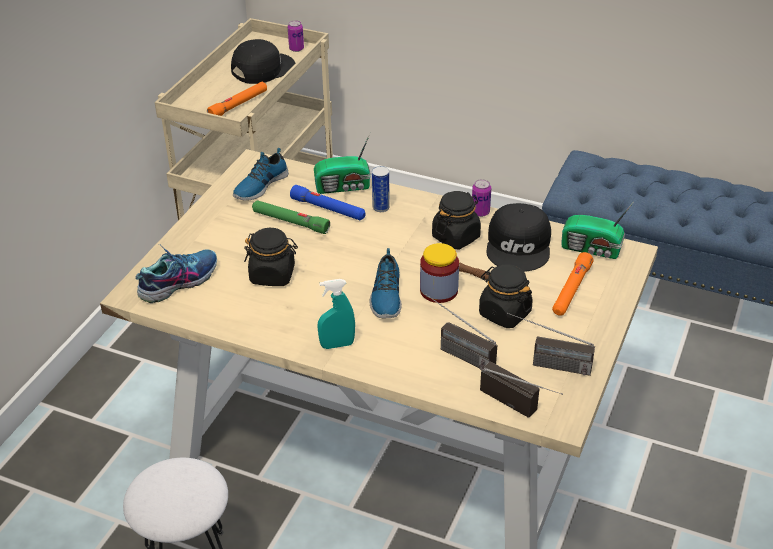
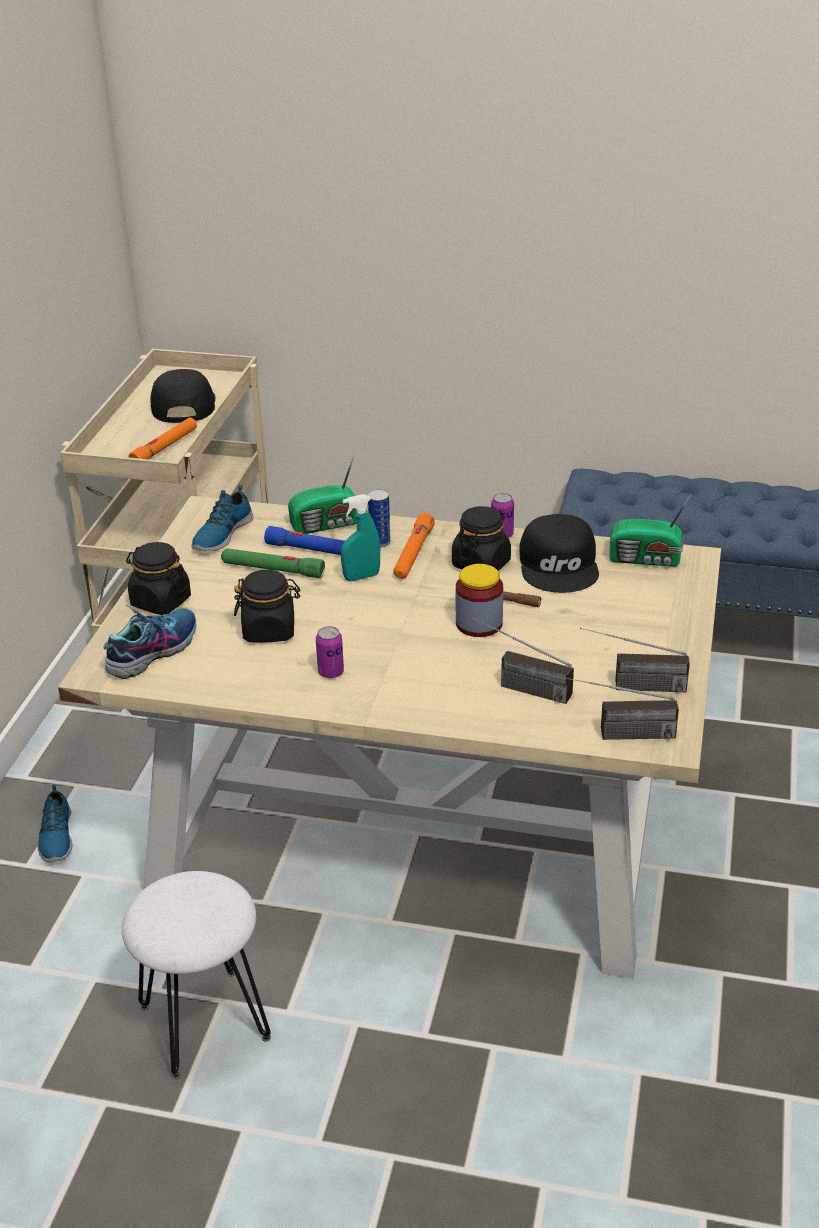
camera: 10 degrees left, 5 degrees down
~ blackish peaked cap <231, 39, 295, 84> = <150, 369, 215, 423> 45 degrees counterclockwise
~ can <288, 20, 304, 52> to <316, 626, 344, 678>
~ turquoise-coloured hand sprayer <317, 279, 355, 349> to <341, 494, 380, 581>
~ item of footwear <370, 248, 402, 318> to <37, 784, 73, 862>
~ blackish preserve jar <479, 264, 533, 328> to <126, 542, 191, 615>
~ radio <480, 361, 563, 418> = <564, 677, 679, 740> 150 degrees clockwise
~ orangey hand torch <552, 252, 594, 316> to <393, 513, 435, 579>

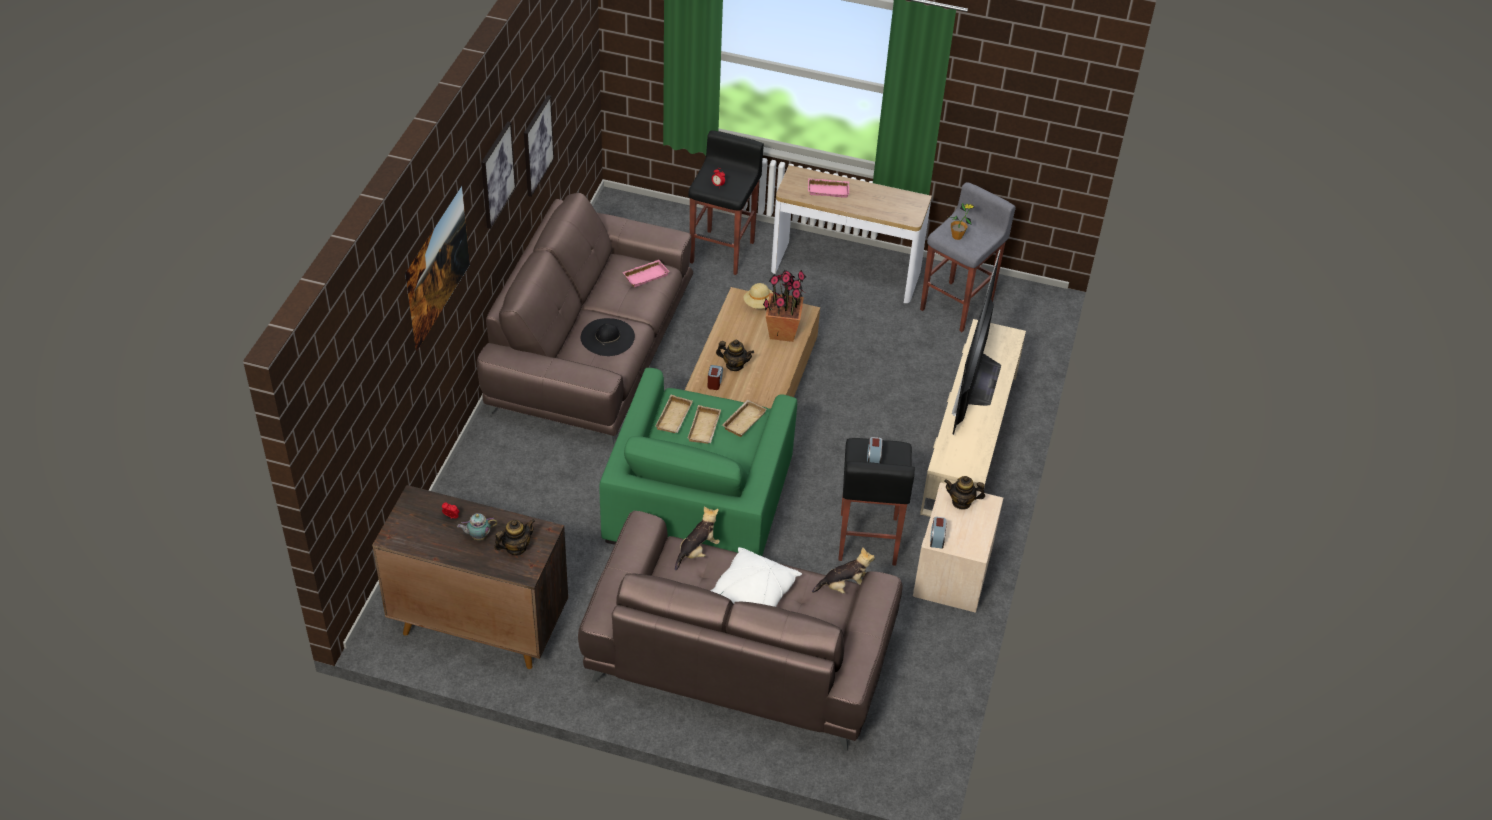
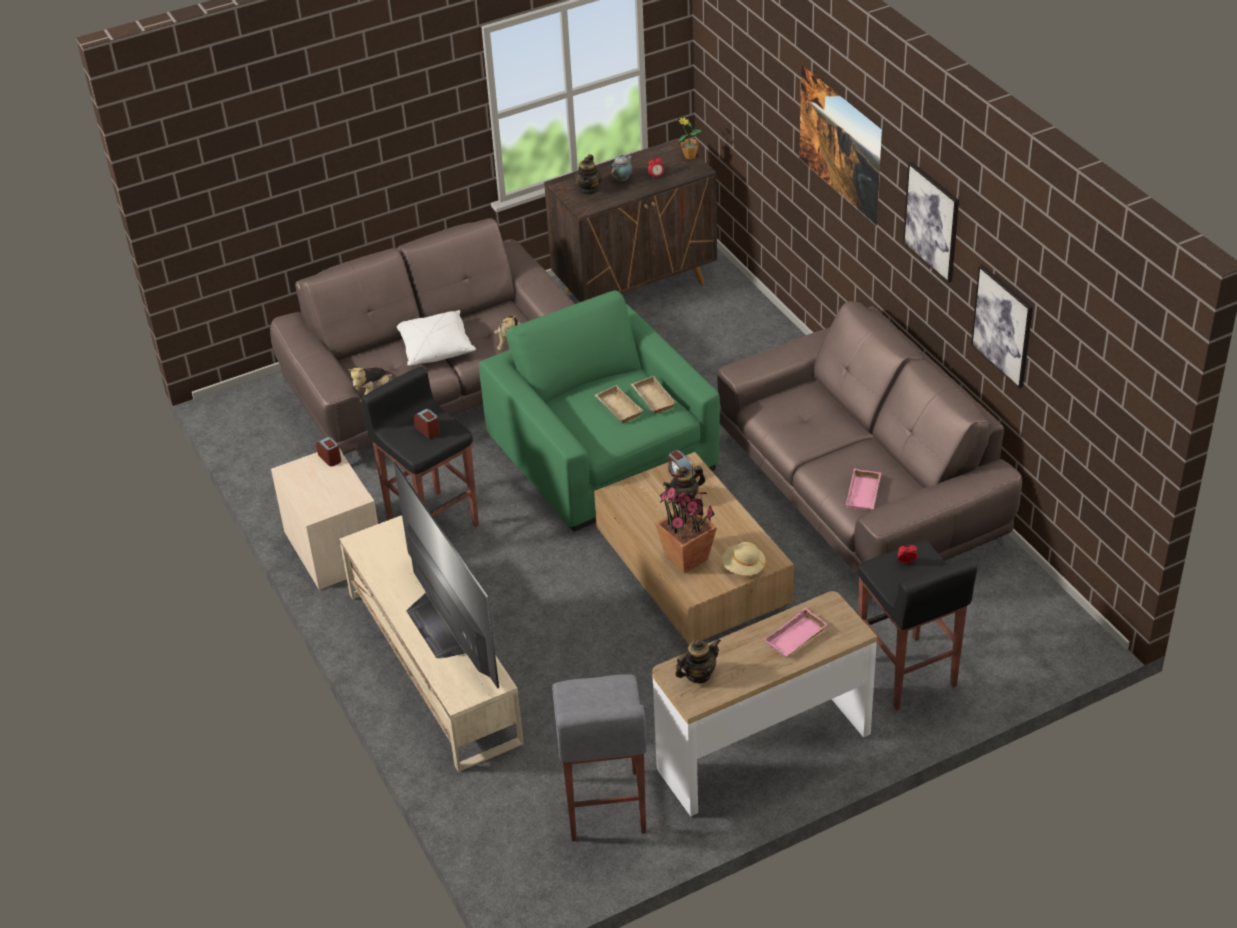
camera: 140 degrees right, 5 degrees down
- blackish clothing hat <581, 318, 635, 356>
- beige-coloured serving tray <722, 400, 767, 437>
~ tea pot <944, 476, 985, 510> to <675, 639, 721, 683>
~ potted plant <950, 203, 975, 240> to <678, 117, 701, 159>

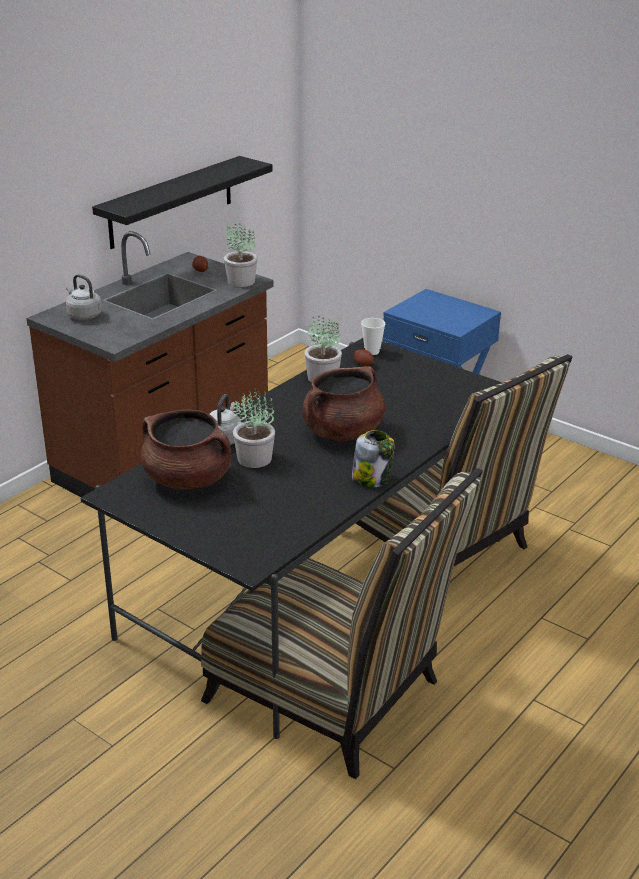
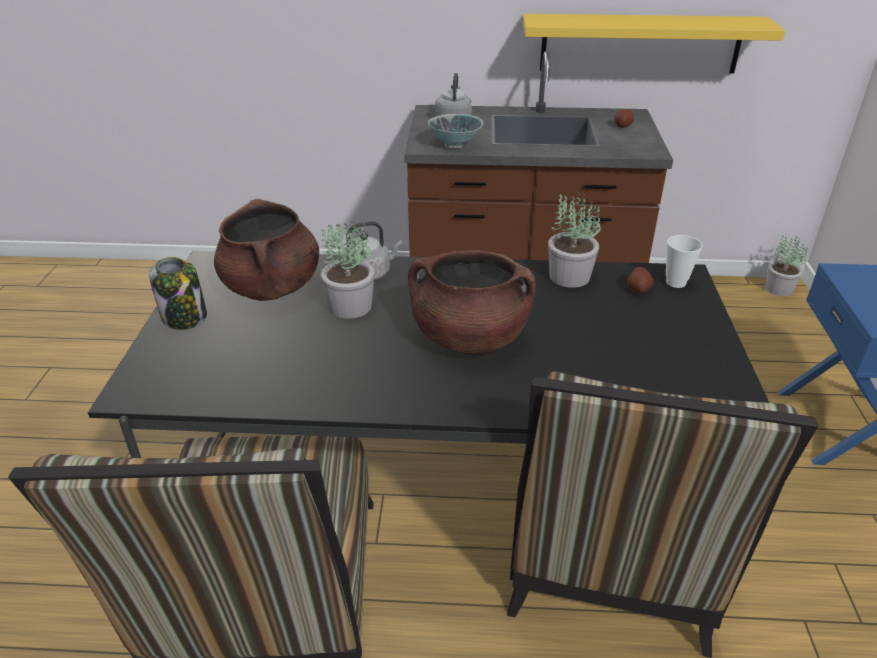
camera: 55 degrees right, 5 degrees up
~ blackish shelf <92, 156, 272, 249> to yellowish shelf <523, 14, 785, 74>
~ potted plant <224, 223, 258, 287> to <765, 235, 808, 296>
~ preserve jar <352, 430, 395, 487> to <149, 257, 207, 330>
+ serving bowl <428, 114, 483, 148>

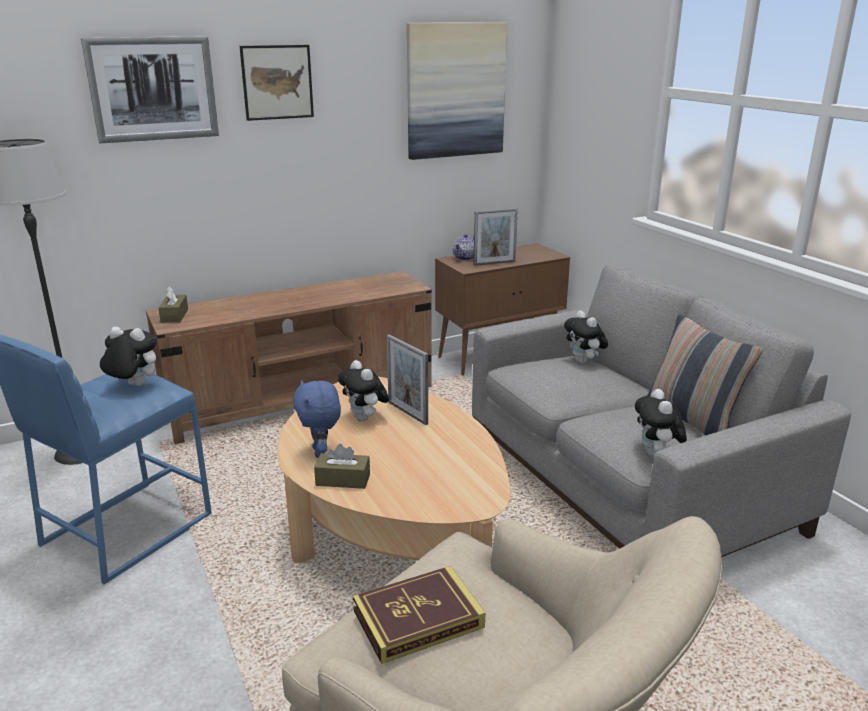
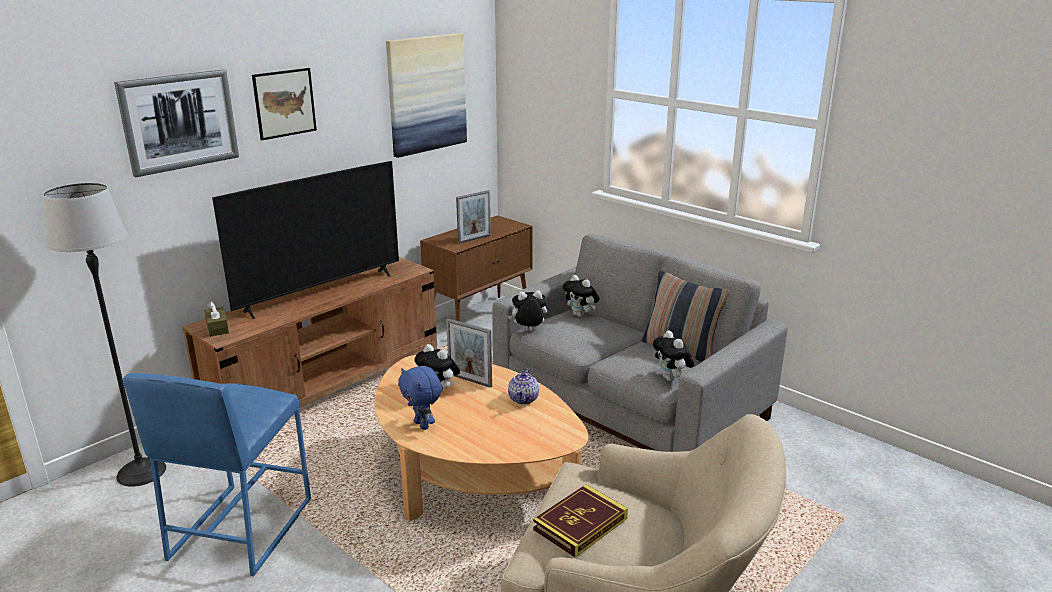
camera: 20 degrees left, 0 degrees up
~ plush toy <100, 327, 157, 386> to <508, 290, 547, 331>
- brownish box of tissues <314, 444, 370, 489>
~ tea pot <453, 234, 474, 261> to <508, 368, 539, 405>
+ television <212, 161, 399, 319>

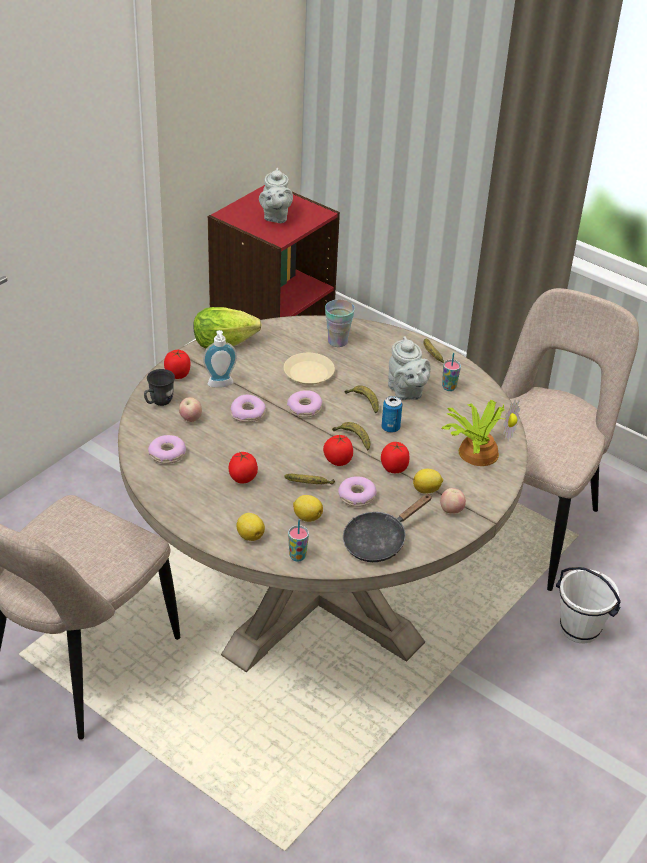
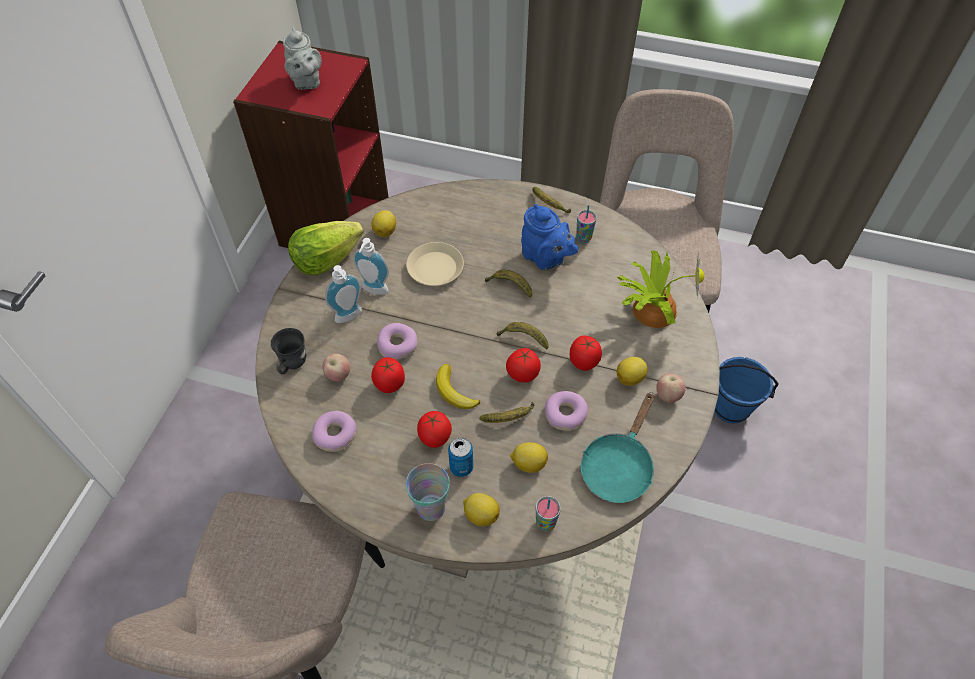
camera: 20 degrees left, 15 degrees up
~ whole tomato <164, 350, 191, 379> to <371, 357, 405, 393>
- doughnut <287, 390, 322, 418>
~ drinking cup <325, 299, 355, 347> to <406, 463, 450, 521>
~ blackish skillet <343, 494, 432, 562> to turquoise-coloured skillet <581, 392, 654, 503>
~ can <382, 396, 402, 433> to <448, 438, 473, 477>
~ grey tea pot <388, 336, 431, 400> to bluish tea pot <521, 204, 578, 271>
~ white-coloured bucket <556, 567, 621, 643> to bluish bucket <714, 357, 779, 424>
+ soap bottle <353, 238, 389, 295>
+ lemon <371, 210, 396, 237>
+ banana <436, 364, 480, 409>

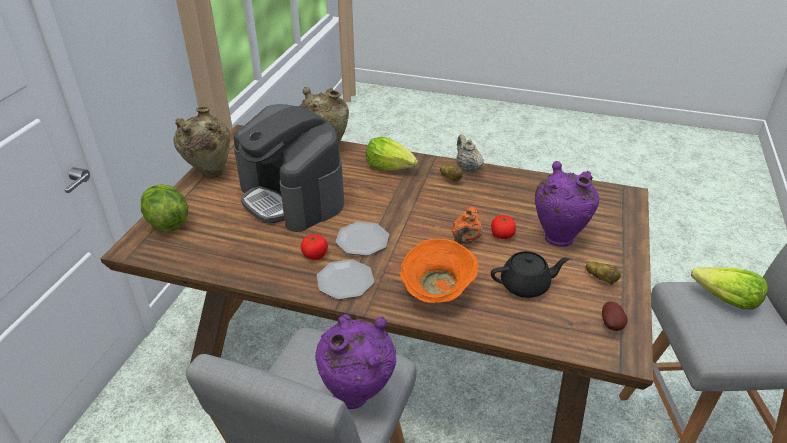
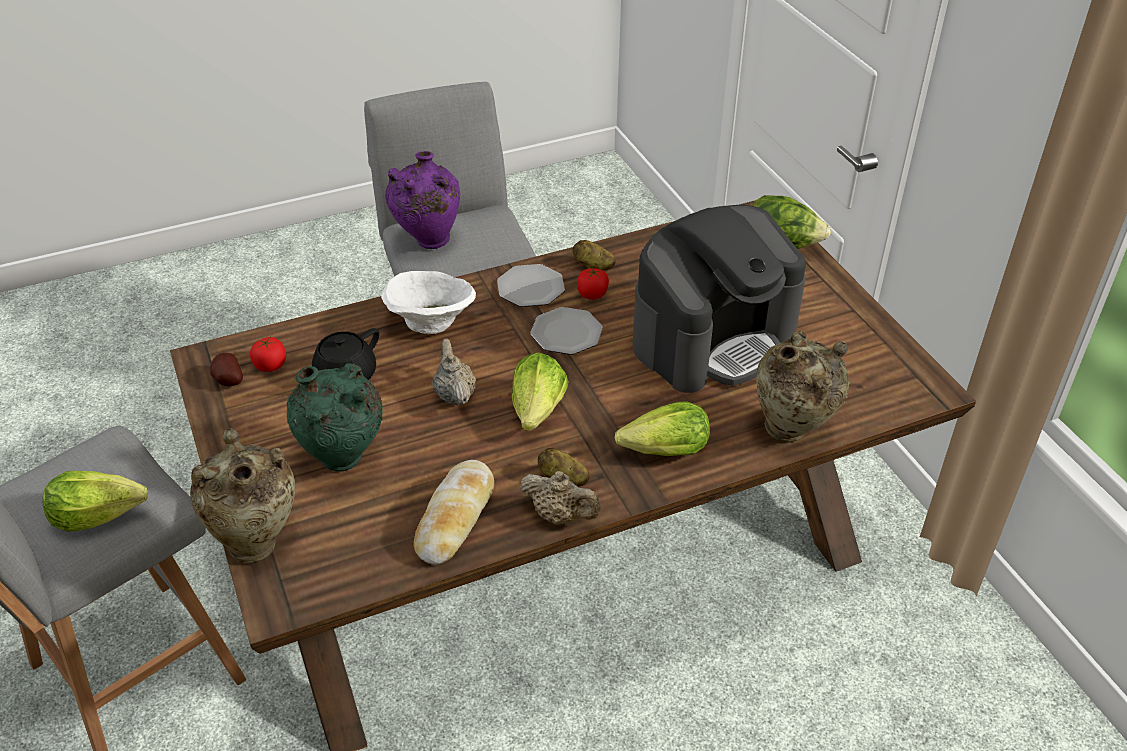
camera: 140 degrees right, 5 degrees up
~ beige-coloured flower vase <174, 107, 230, 179> to <190, 428, 295, 563>
~ coffee maker <233, 104, 344, 232> = <633, 205, 806, 393> 135 degrees clockwise
~ orangey serving bowl <400, 239, 478, 303> to white-coloured serving bowl <381, 271, 476, 334>
~ orangey tea pot <451, 207, 482, 244> to beige-coloured tea pot <432, 338, 476, 405>
~ whole tomato <491, 215, 516, 239> to <250, 337, 286, 372>
~ purple-coloured flower vase <535, 161, 599, 247> to greenish flower vase <287, 363, 383, 471>
~ potato <585, 262, 621, 285> to <573, 240, 616, 271>
+ bakery bread <414, 460, 494, 565>
+ lettuce <512, 352, 569, 431>

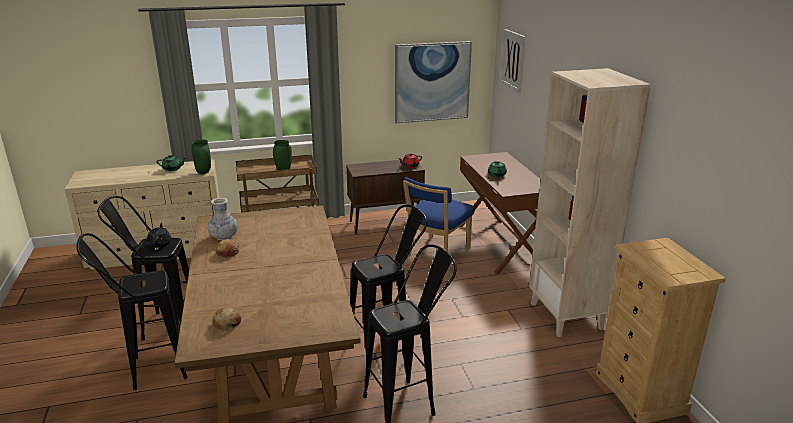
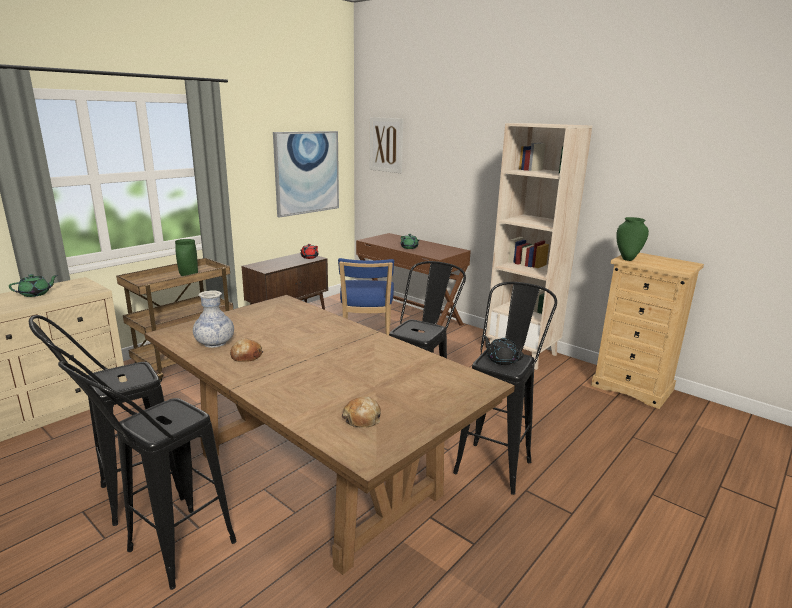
camera: 35 degrees left, 5 degrees down
~ blackish tea pot <147, 223, 171, 248> to <483, 335, 524, 365>
~ greenish flower vase <191, 140, 211, 174> to <616, 217, 649, 261>

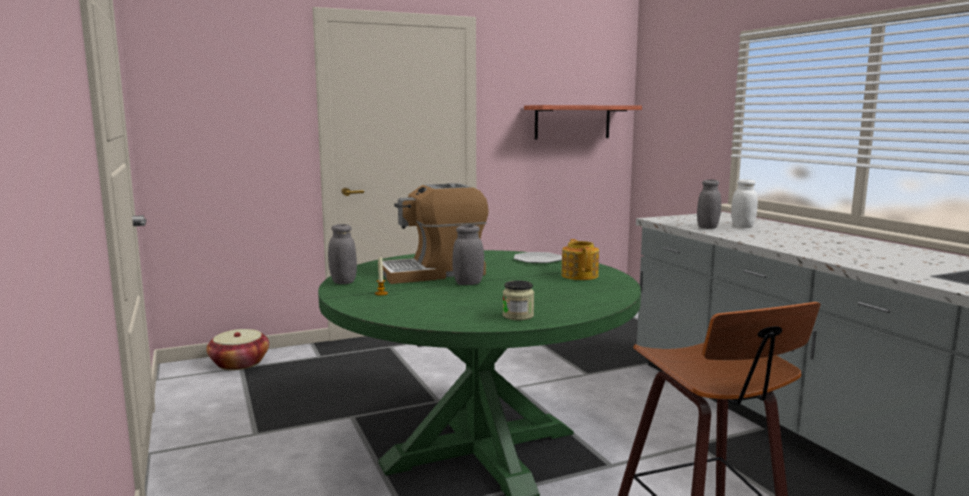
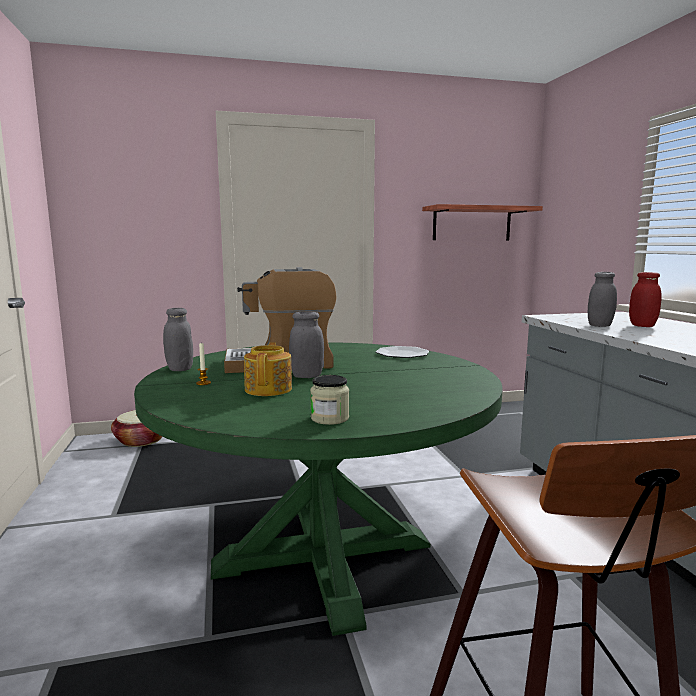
camera: 10 degrees right, 0 degrees up
~ tea pot <561, 239, 599, 280> to <244, 342, 292, 396>
~ white-coloured preserve jar <731, 179, 758, 228> to red-coloured preserve jar <629, 272, 662, 327>

